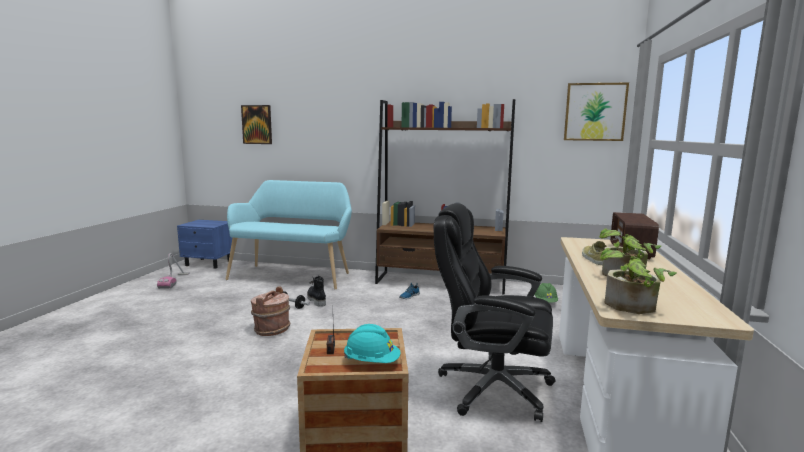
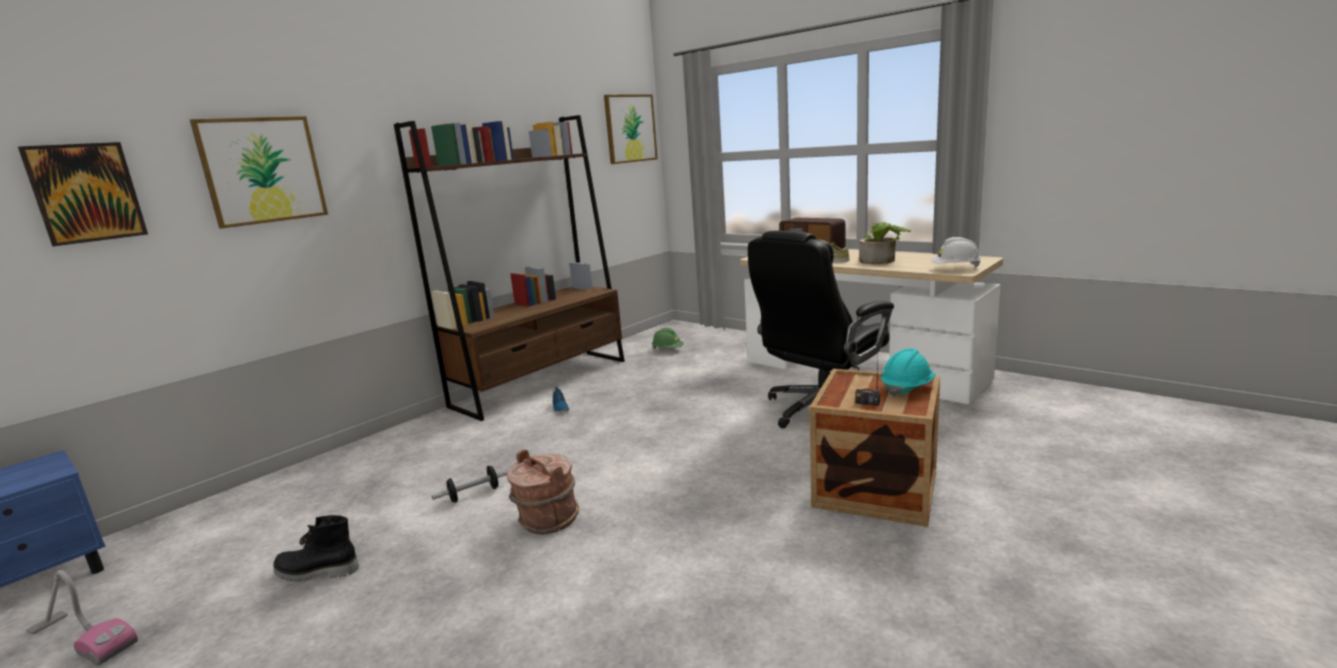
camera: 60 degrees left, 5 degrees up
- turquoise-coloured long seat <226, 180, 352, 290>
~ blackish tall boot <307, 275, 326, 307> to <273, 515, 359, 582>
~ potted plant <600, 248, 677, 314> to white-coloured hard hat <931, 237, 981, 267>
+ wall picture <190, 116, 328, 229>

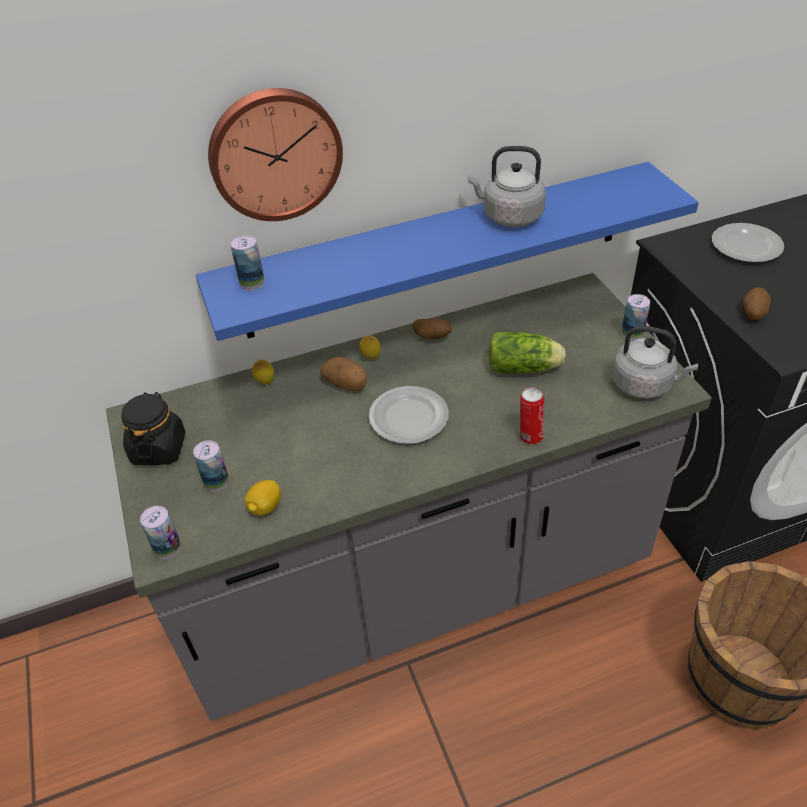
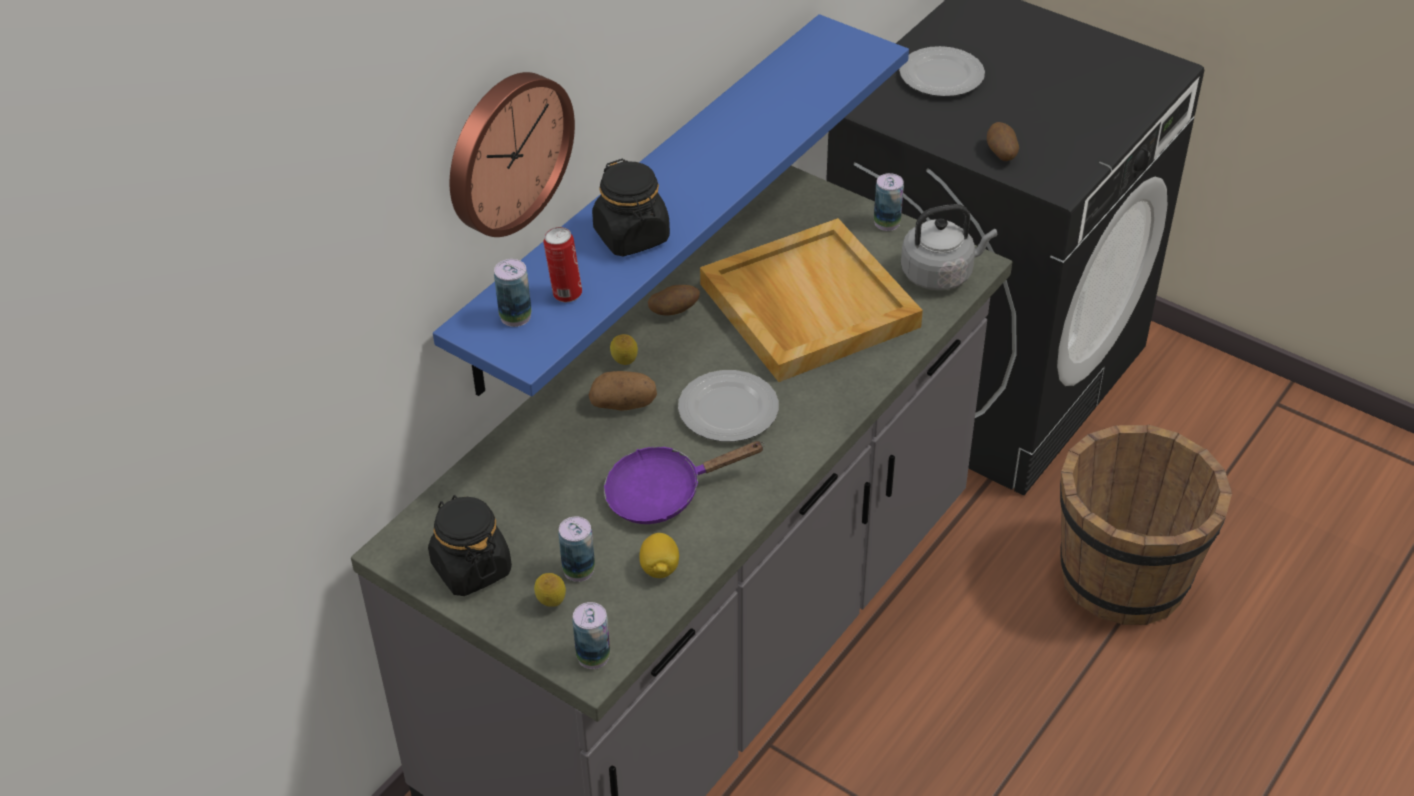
camera: 35 degrees left, 0 degrees up
~ lemon <252, 359, 274, 385> to <534, 573, 566, 607>
- grey kettle <468, 146, 546, 227>
~ lettuce <489, 331, 566, 374> to beige-coloured serving tray <700, 218, 923, 382>
~ can <520, 387, 544, 445> to <544, 227, 582, 302>
+ blackish preserve jar <592, 159, 670, 257>
+ purple-coloured skillet <604, 441, 765, 524>

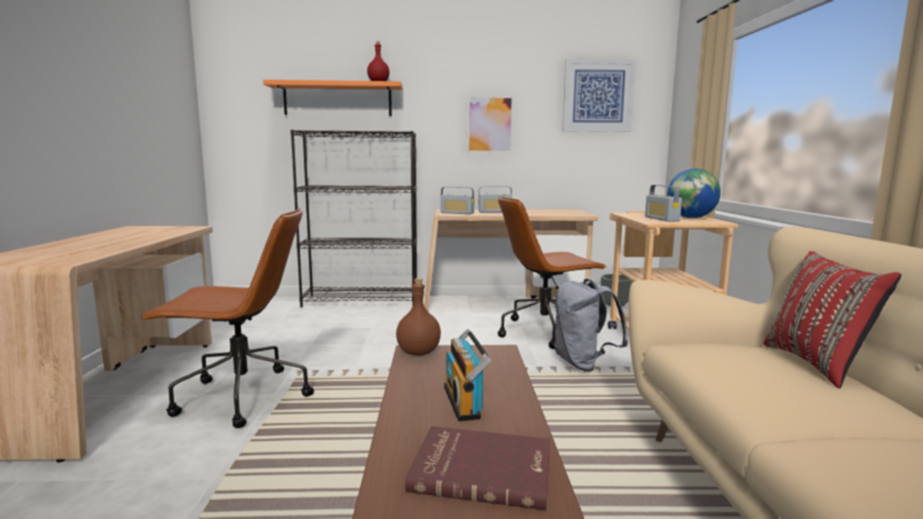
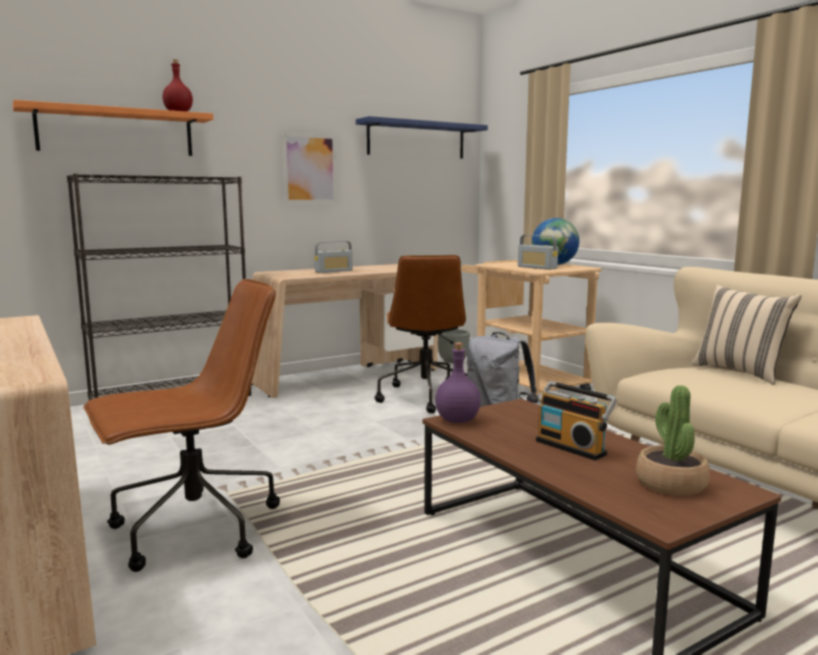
camera: 30 degrees left, 0 degrees up
~ brownish drink bottle <396, 278, 441, 356> to purple-coloured drink bottle <435, 342, 481, 423>
~ red-coloured bound book <405, 426, 550, 510> to potted plant <636, 385, 710, 496>
- radio <440, 186, 474, 214>
~ brownish desk chair <498, 197, 606, 349> = <375, 255, 468, 413> 45 degrees counterclockwise
~ wall picture <562, 59, 636, 132> to bluish shelf <356, 116, 488, 159>
~ red-coloured throw pillow <763, 251, 901, 388> to beige-coloured throw pillow <691, 285, 801, 385>

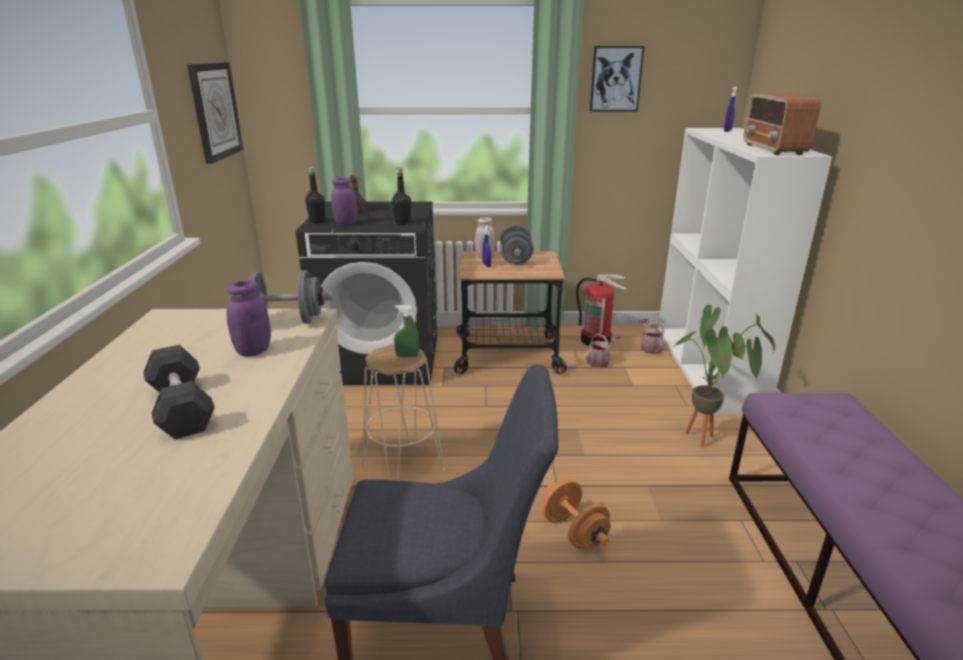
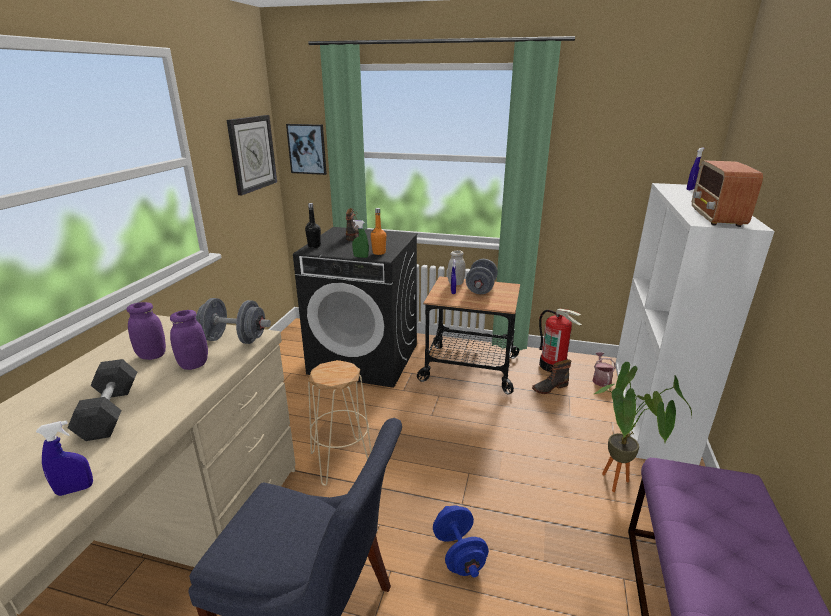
camera: 15 degrees right, 0 degrees up
~ purple-coloured preserve jar <332, 178, 357, 226> to <127, 302, 166, 360>
~ blackish drink bottle <392, 168, 411, 225> to orangey drink bottle <371, 208, 386, 255>
~ greenish hand sprayer <394, 305, 419, 357> to <352, 220, 369, 258>
~ orangey hand weight <542, 480, 611, 549> to bluish hand weight <433, 505, 489, 577>
~ sprinkling can <585, 333, 620, 368> to tall boot <532, 360, 571, 394>
~ wall picture <590, 46, 644, 112> to <286, 124, 327, 175>
+ bluish hand sprayer <36, 421, 93, 496>

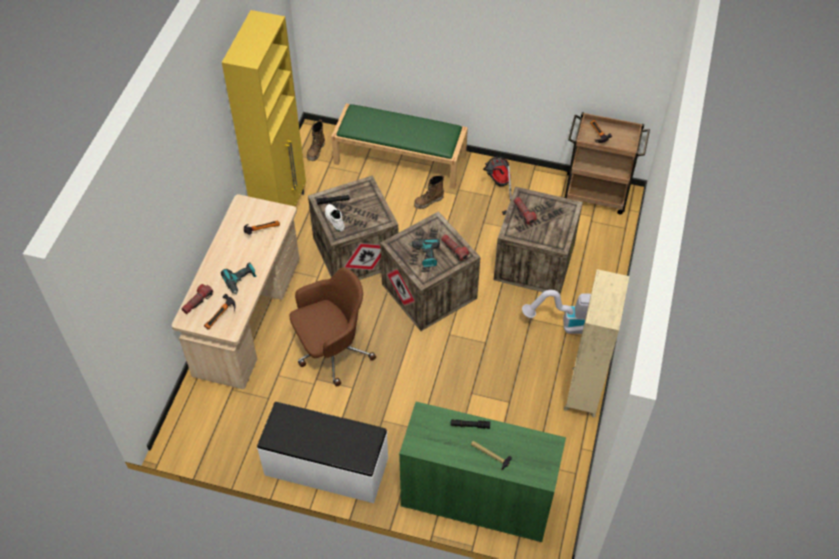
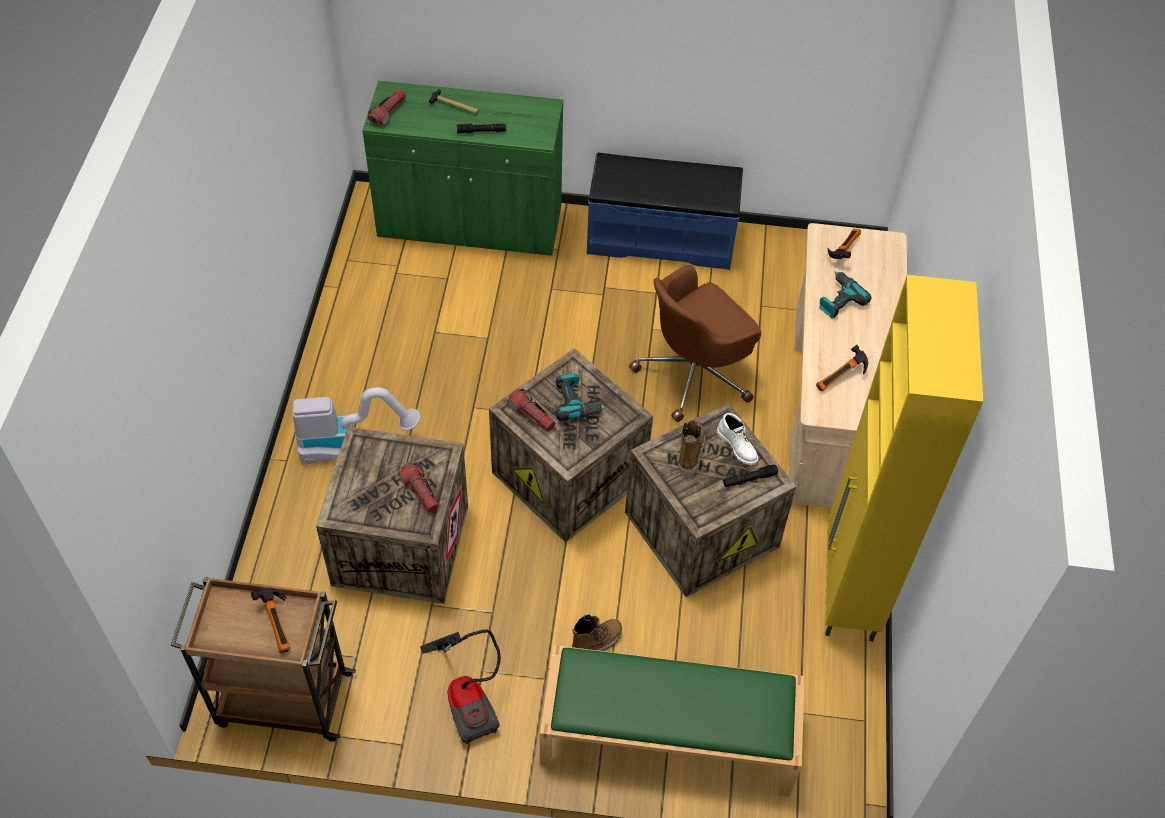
camera: 170 degrees right, 0 degrees up
~ hand torch <182, 284, 213, 314> to <368, 89, 406, 125>
~ white-coloured long seat <257, 402, 388, 503> to bluish long seat <587, 153, 743, 270>
~ tall boot <307, 120, 325, 161> to <679, 420, 705, 477>
- beige-coloured shelving unit <563, 269, 629, 418>

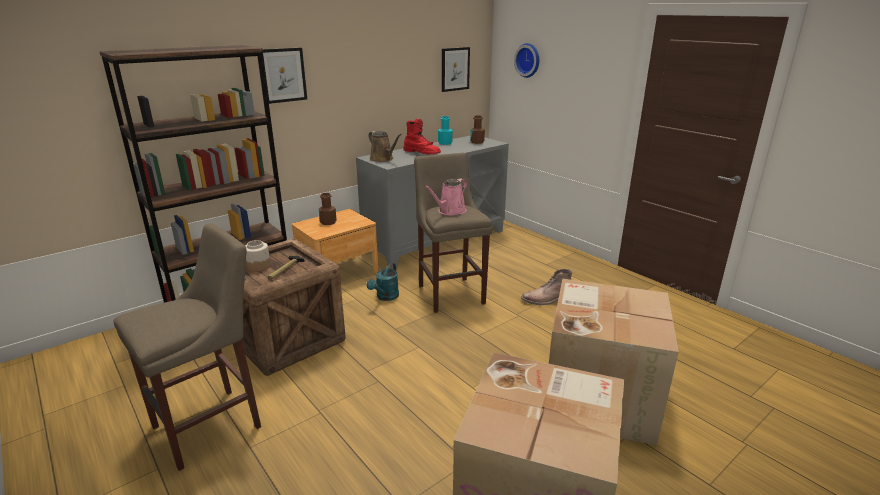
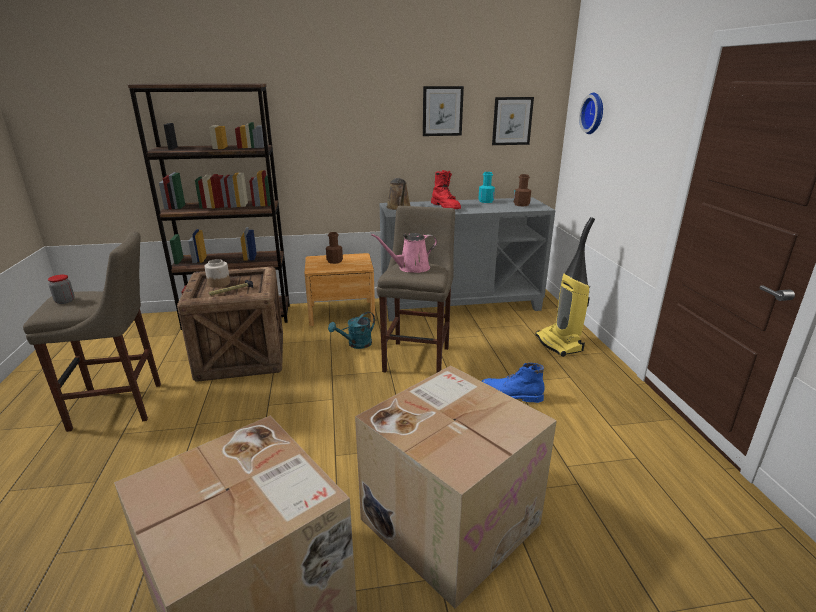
camera: 30 degrees right, 0 degrees up
~ wall picture <262, 48, 307, 104> to <423, 86, 464, 136>
~ brownish tall boot <521, 269, 572, 305> to bluish tall boot <482, 363, 545, 403>
+ preserve jar <48, 274, 75, 304>
+ hoover <536, 217, 595, 357>

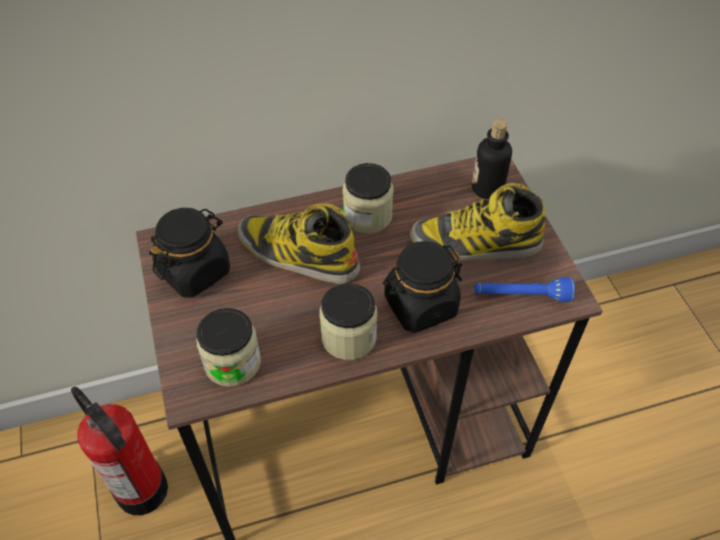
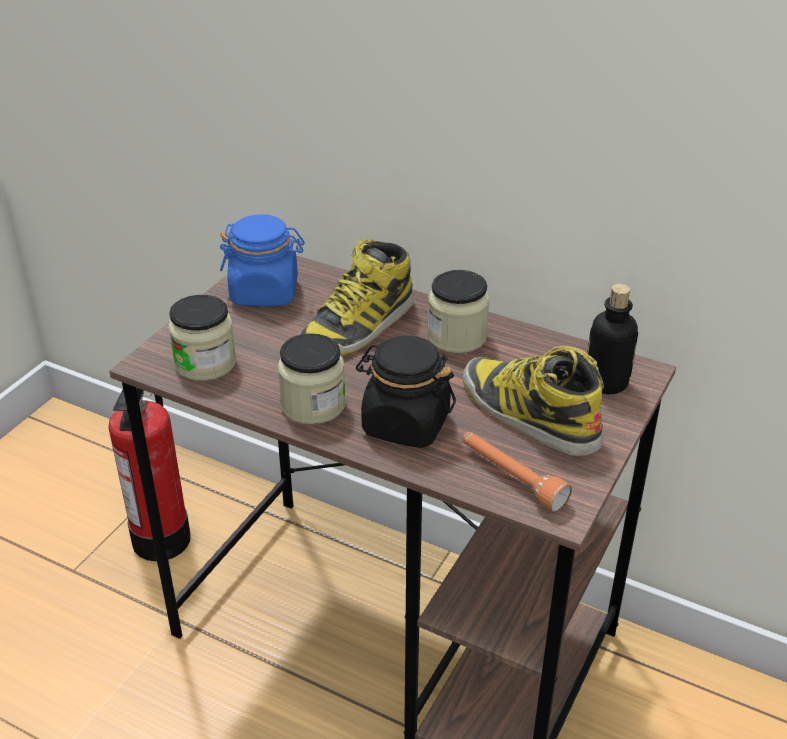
camera: 45 degrees right, 15 degrees down
~ blackish preserve jar <149, 208, 230, 298> to bluish preserve jar <220, 215, 305, 307>
~ tall boot <238, 203, 360, 284> = <298, 239, 414, 356> 120 degrees counterclockwise
~ bluish hand torch <475, 278, 575, 302> to orangey hand torch <463, 432, 572, 512>

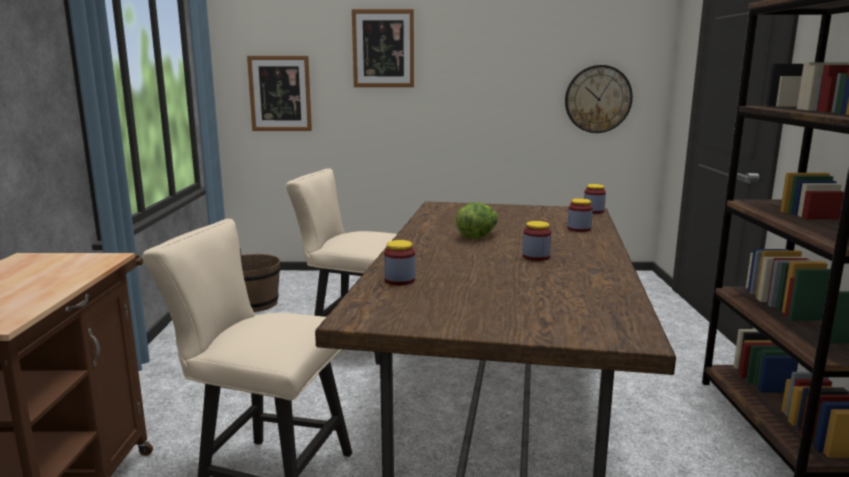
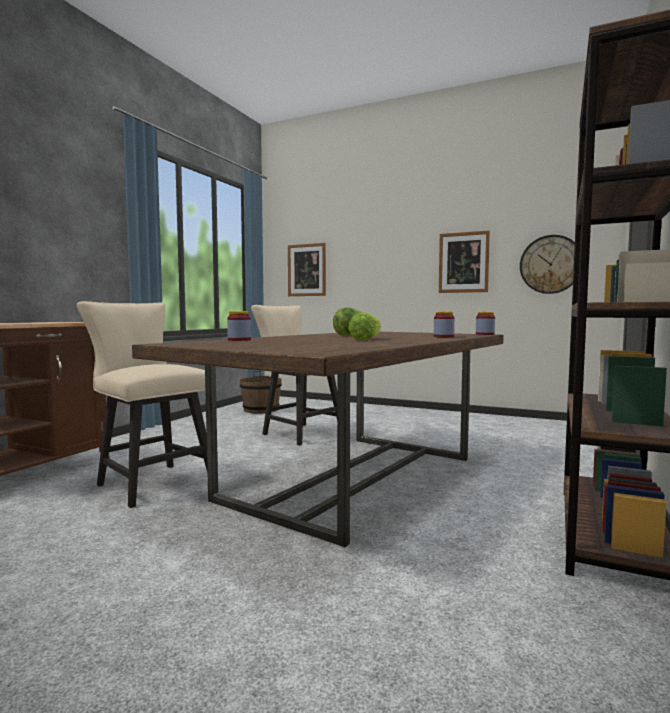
camera: 25 degrees right, 10 degrees down
~ wall picture <352, 9, 414, 87> to <439, 230, 490, 293>
~ preserve jar <523, 221, 551, 261> to lettuce <348, 312, 381, 340>

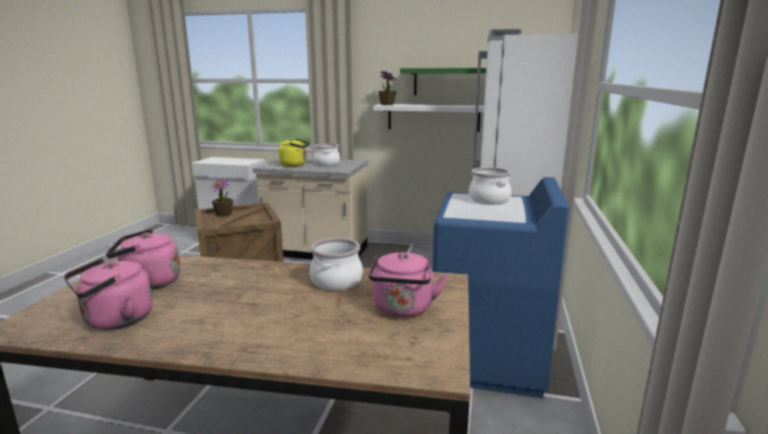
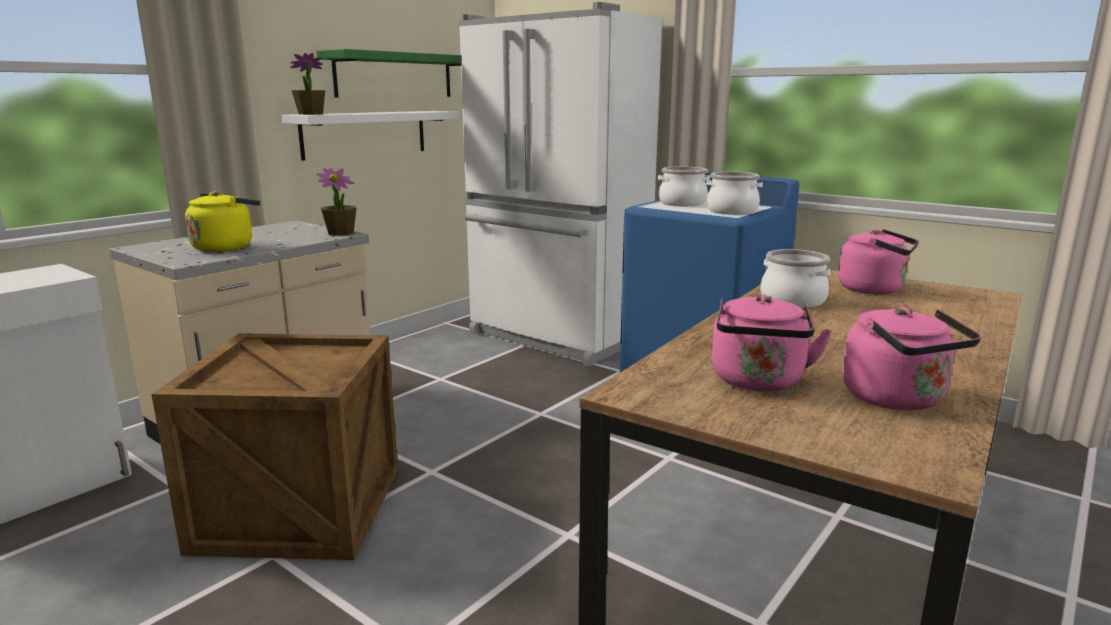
camera: 65 degrees left, 0 degrees up
~ potted plant <211, 177, 233, 217> to <316, 168, 357, 236>
~ stockpot <314, 143, 340, 166> to <706, 172, 763, 215>

